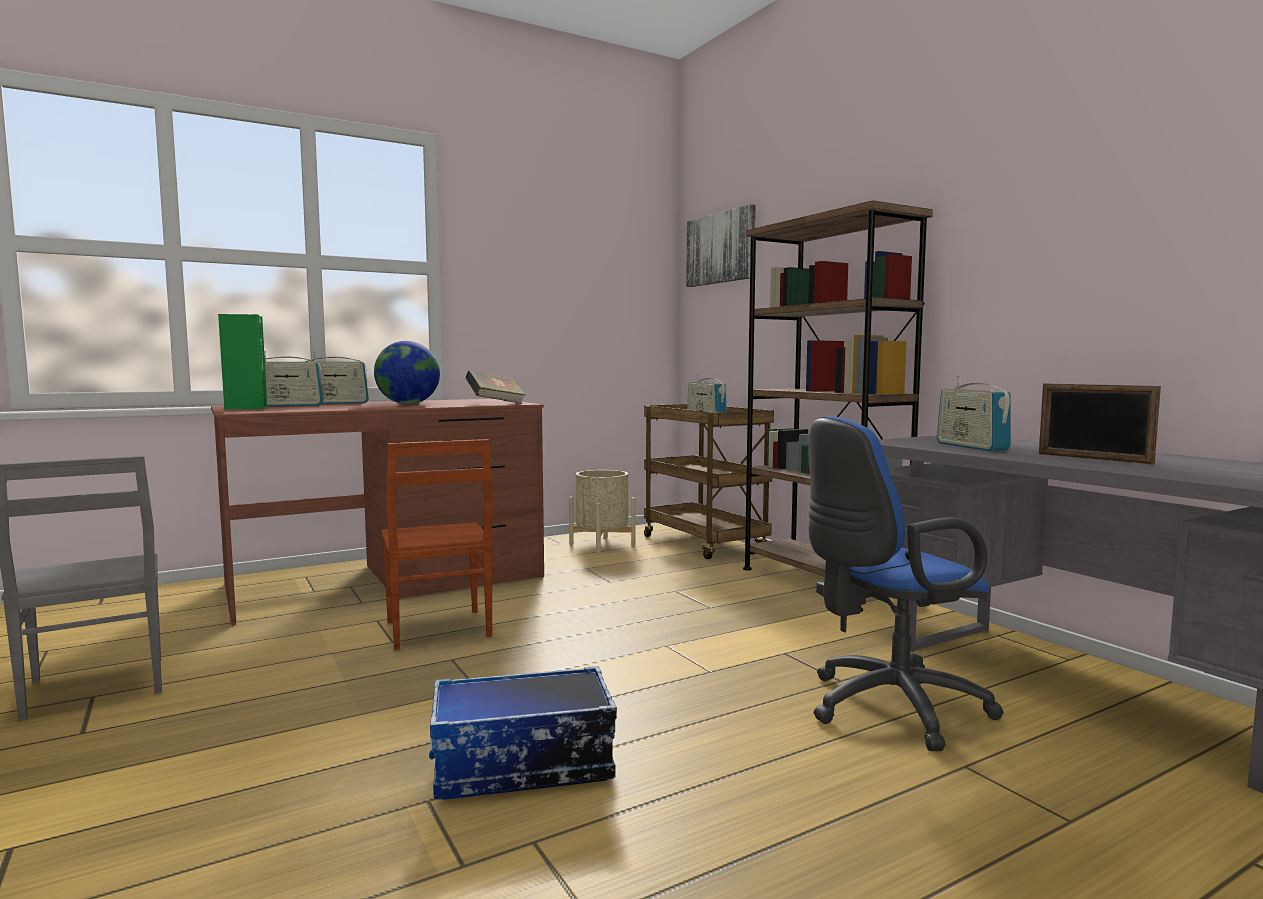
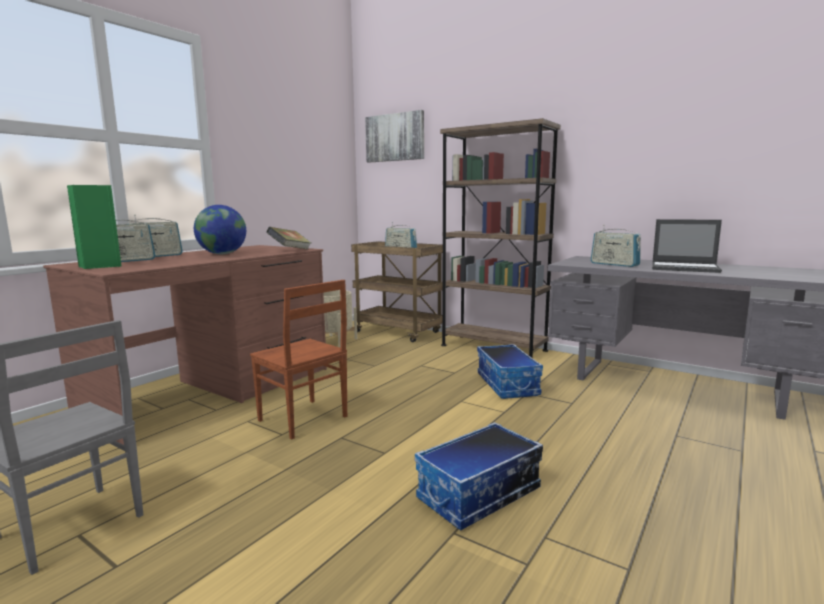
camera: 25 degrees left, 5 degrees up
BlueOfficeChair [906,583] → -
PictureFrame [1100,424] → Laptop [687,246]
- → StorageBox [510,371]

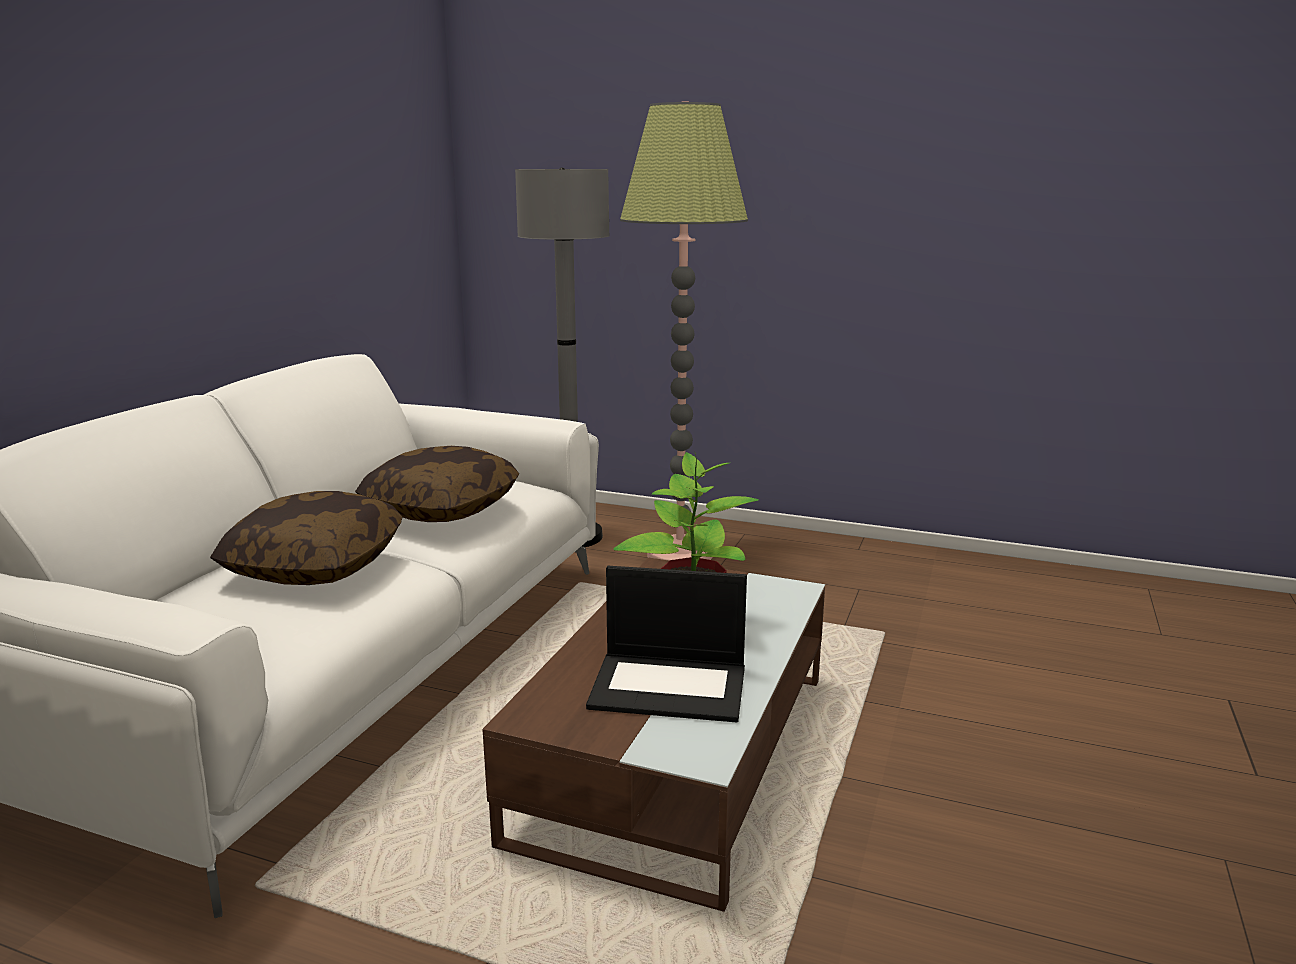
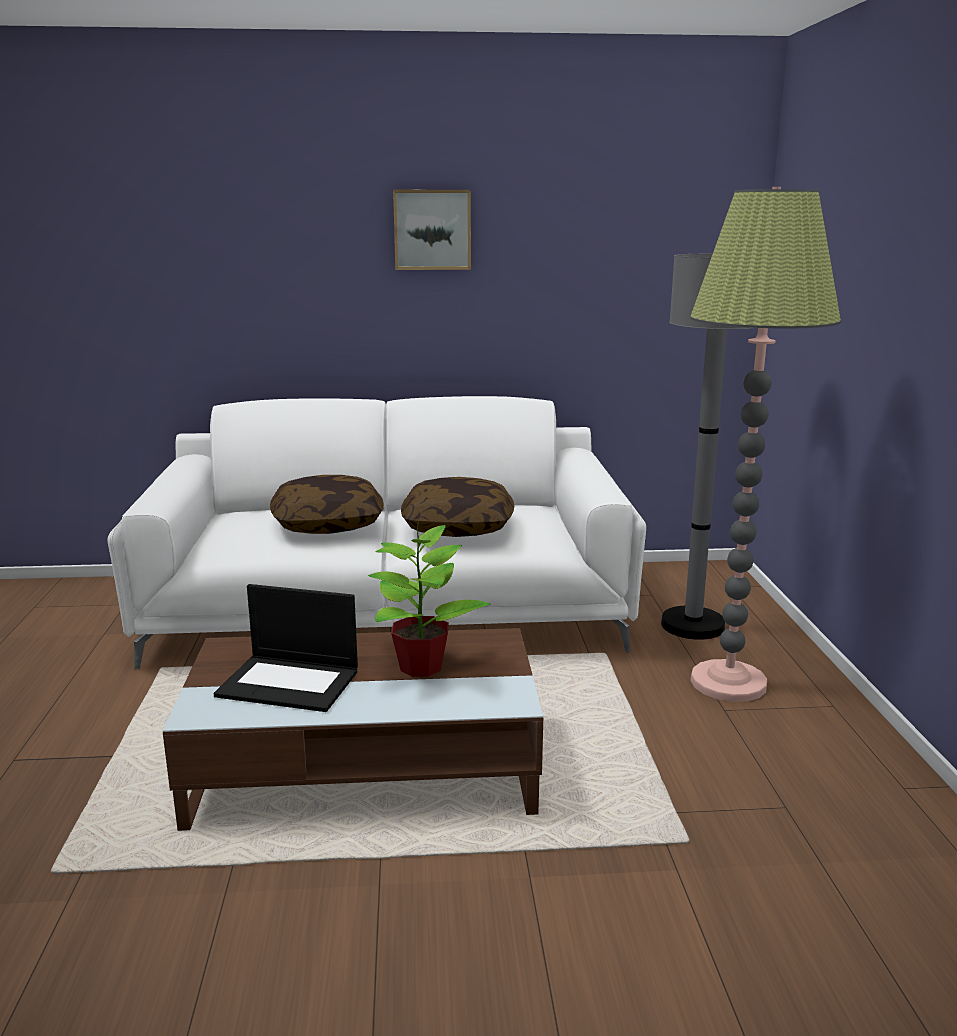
camera: 65 degrees right, 0 degrees up
Laptop [666,644] → Laptop [286,648], 60 degrees counterclockwise
- → Picture [432,230]

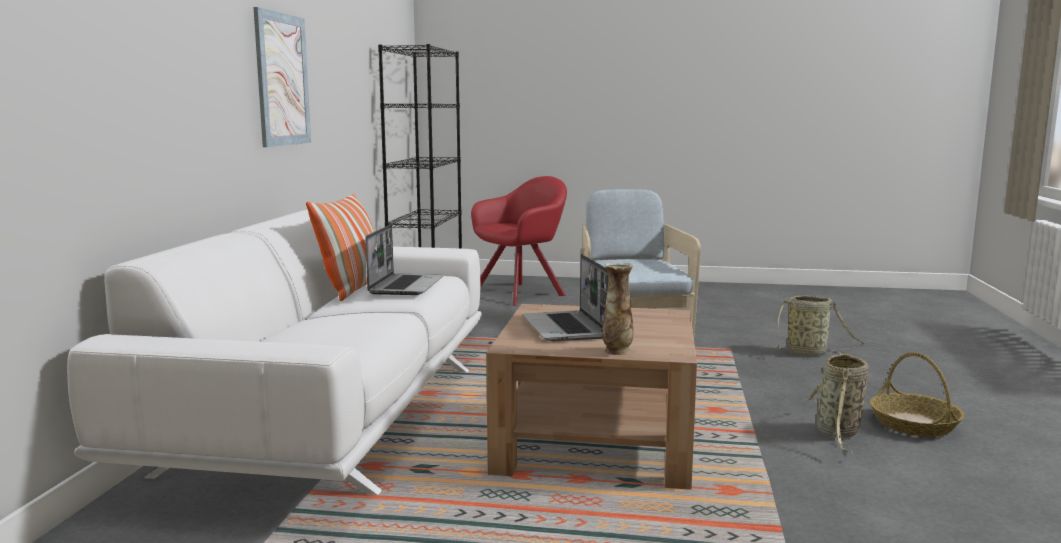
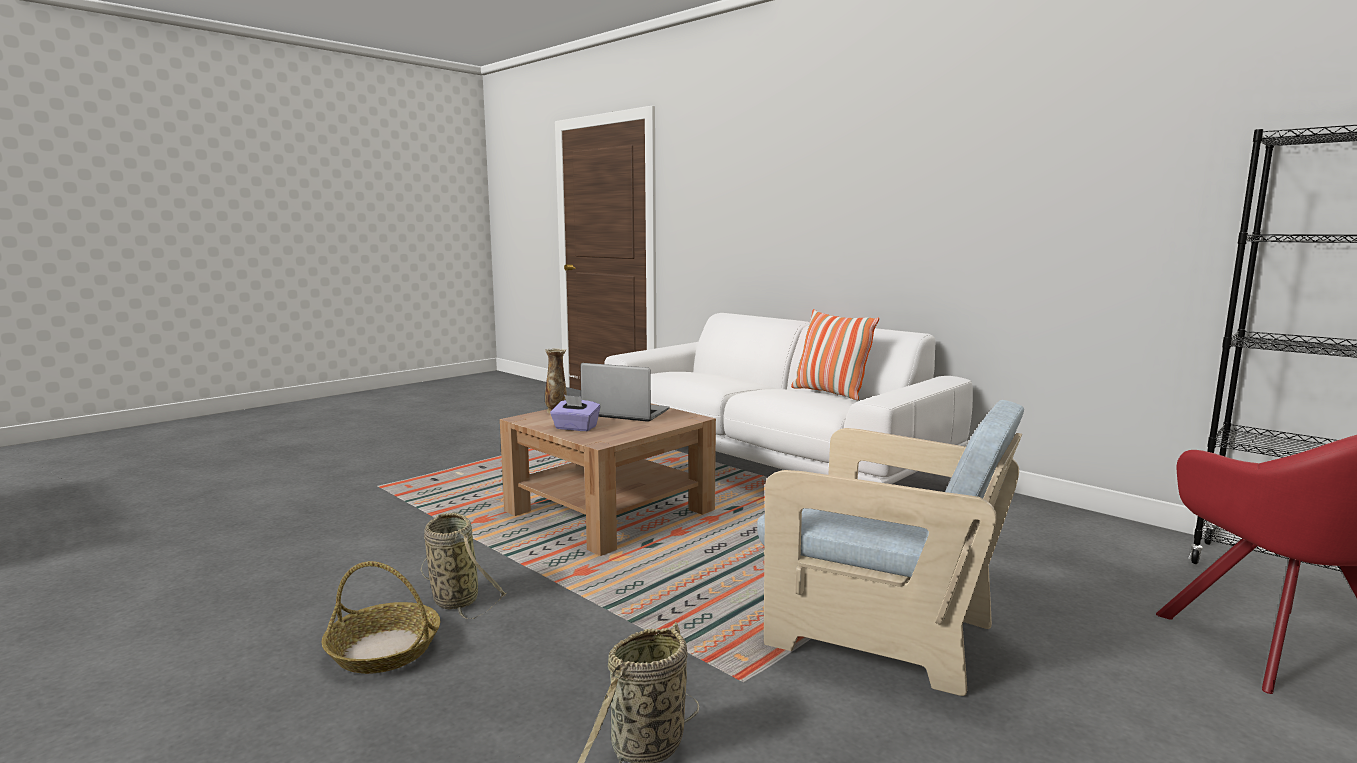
camera: 125 degrees right, 0 degrees up
Picture [282,77] → -
Laptop [404,259] → -
- → PurpleTissueBox [575,413]

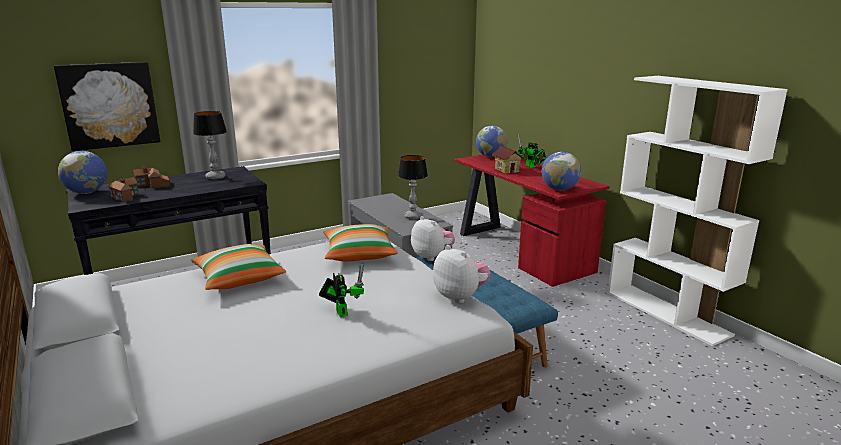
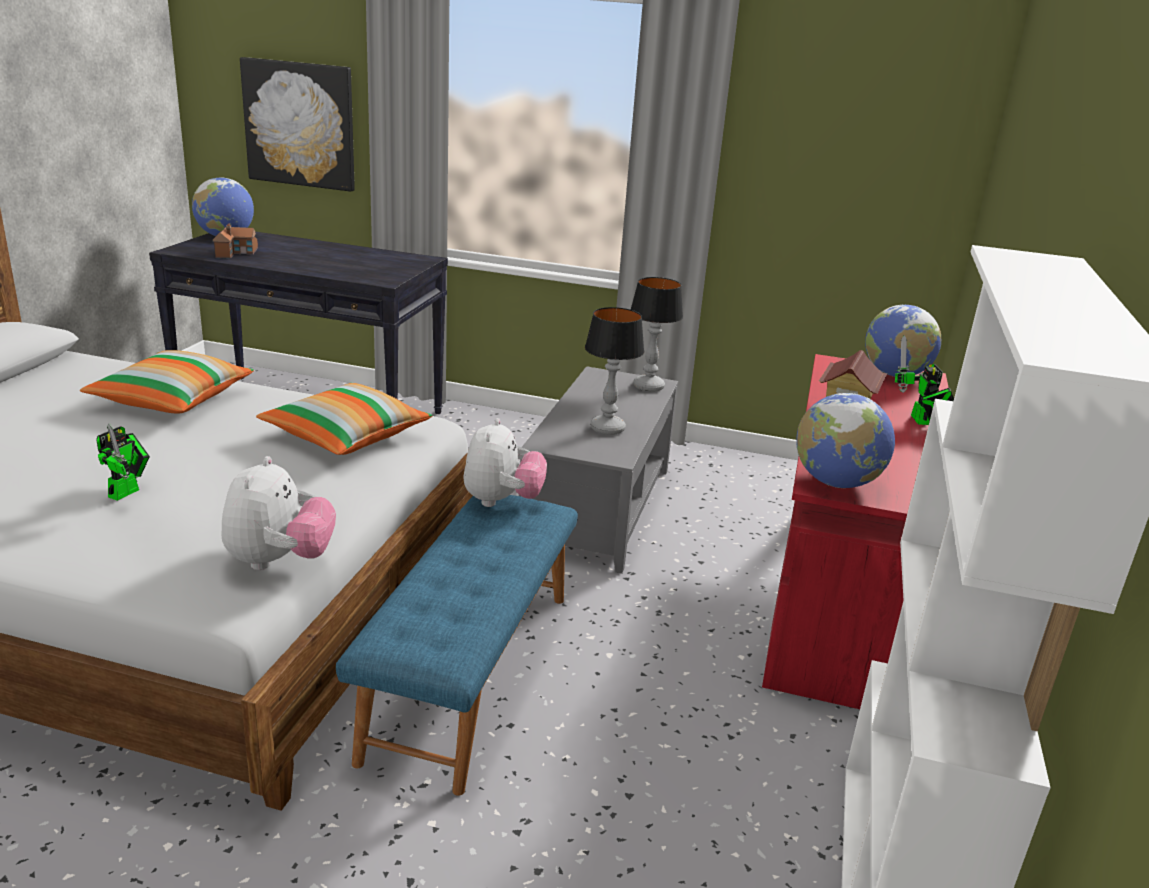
camera: 45 degrees right, 5 degrees up
ToyHouse [151,176] → -
TableLamp [210,145] → TableLamp [657,334], shifted

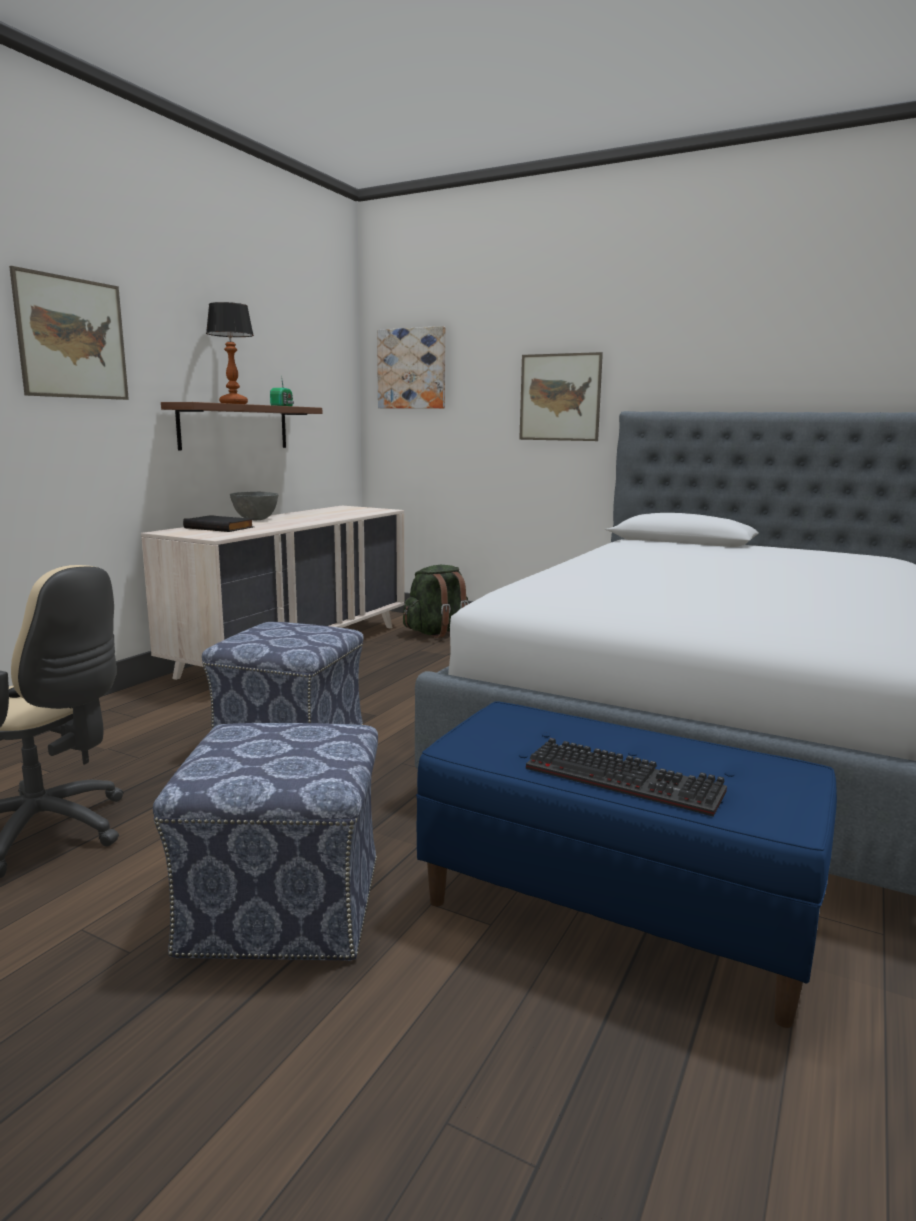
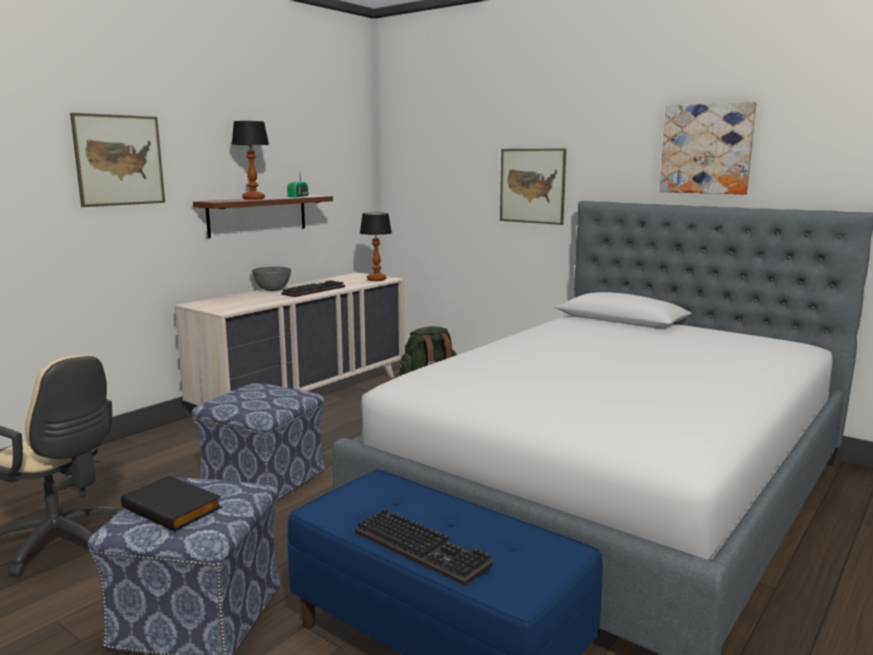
camera: 10 degrees right, 0 degrees up
BlackBook [219,523] → BlackBook [171,503], shifted
Picture [411,367] → Picture [708,148], shifted
- → Keyboard [313,288]
- → TableLamp [376,247]

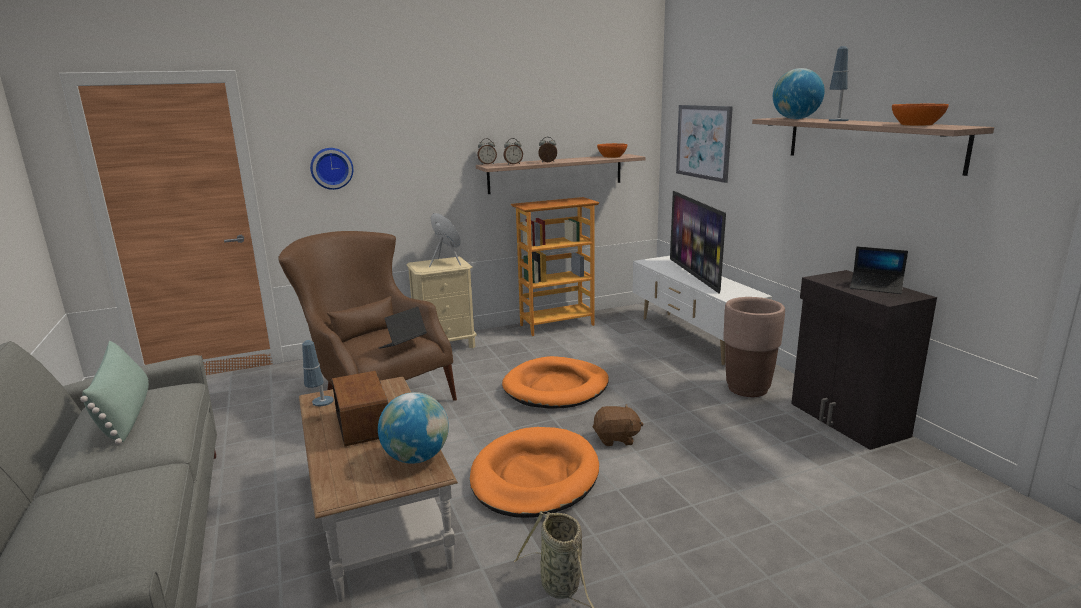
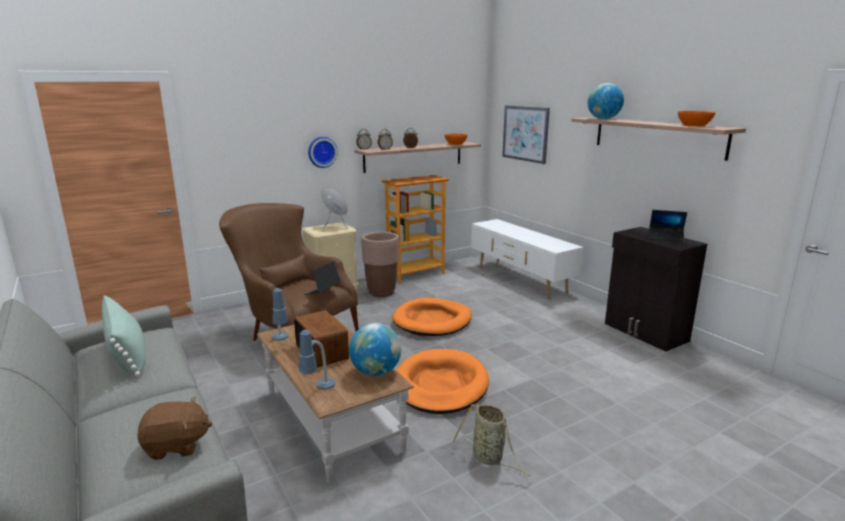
camera: 10 degrees left, 0 degrees up
WallClock [331,169] → WallClock [323,152], shifted
BrownPlushToy [618,425] → BrownPlushToy [174,428], shifted
Television [698,242] → -
BrownPlanter [754,347] → BrownPlanter [380,264], shifted
TableLamp [839,83] → TableLamp [317,359], shifted

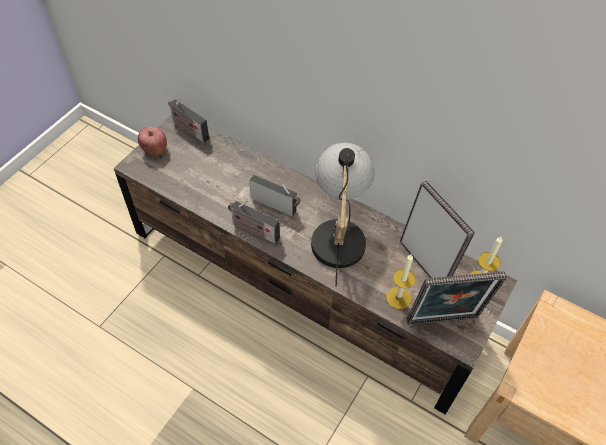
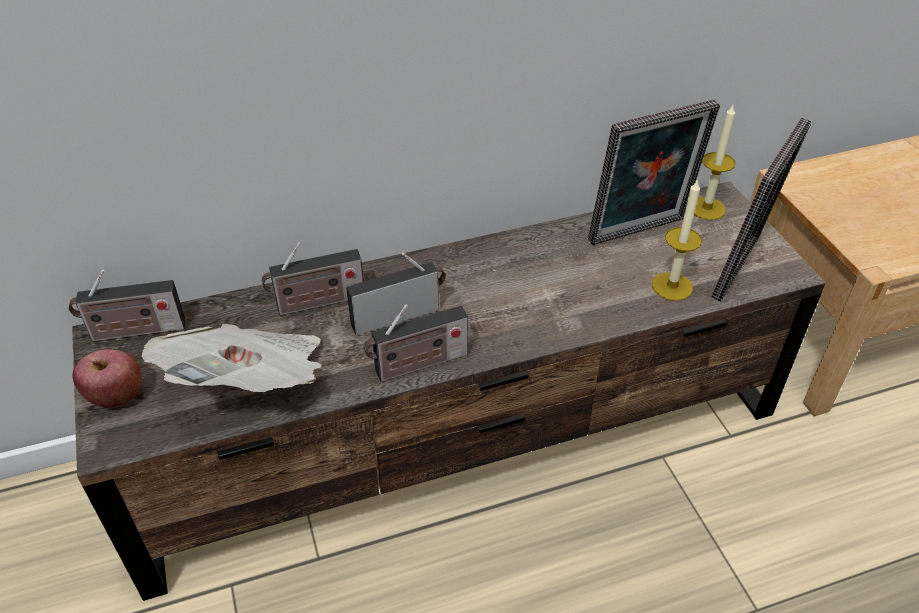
camera: 50 degrees left, 10 degrees down
TableLamp [342,215] → -
PictureFrame [437,229] → PictureFrame [654,172], 150 degrees clockwise
- → Newspaper [232,358]
- → Radio [313,278]

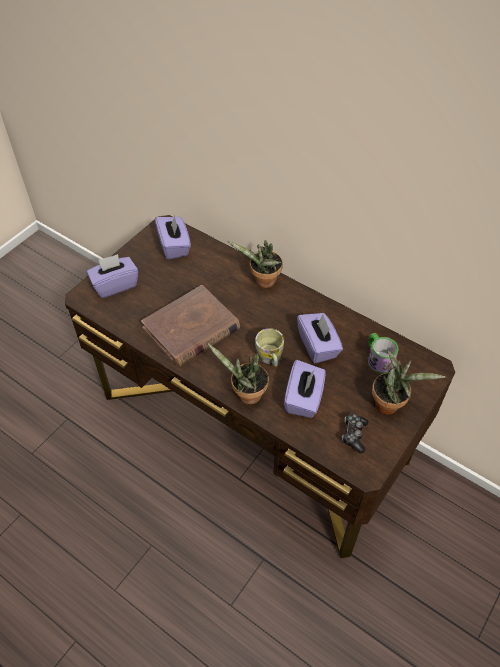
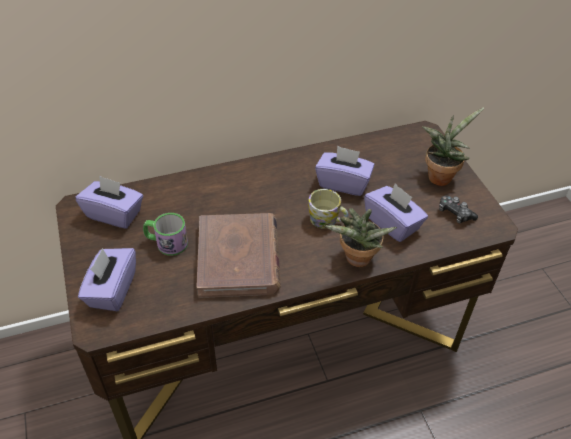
camera: 55 degrees left, 5 degrees down
PottedPlant [255,264] → -
Mug [383,353] → Mug [165,234], shifted

